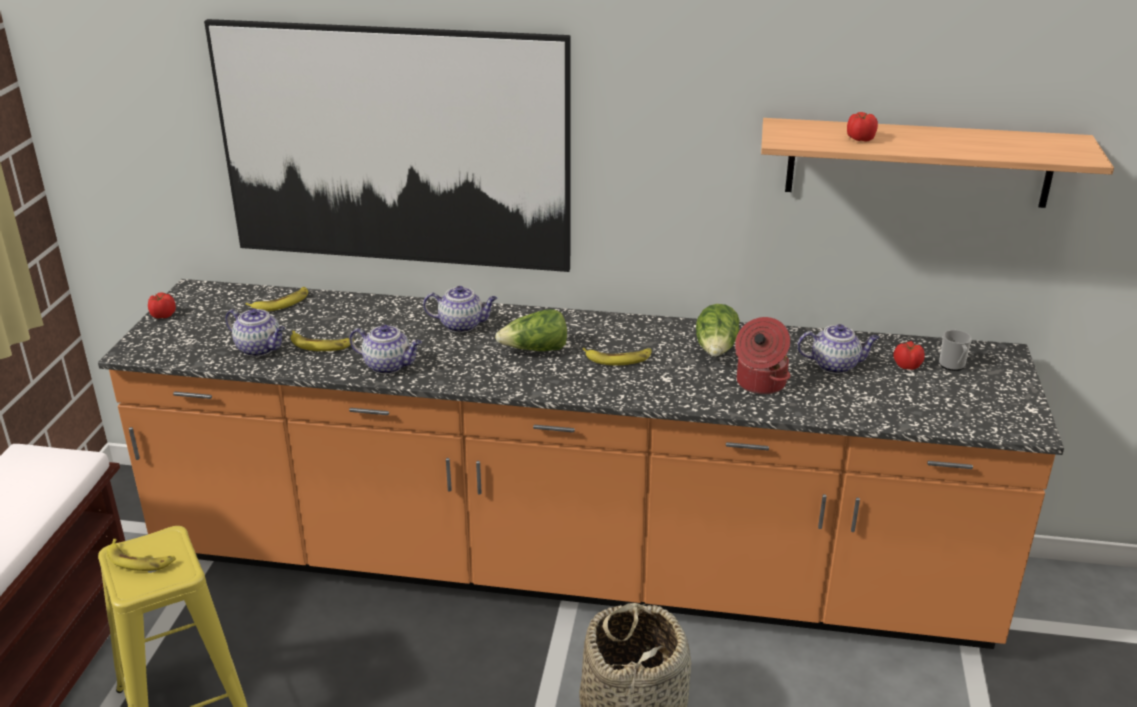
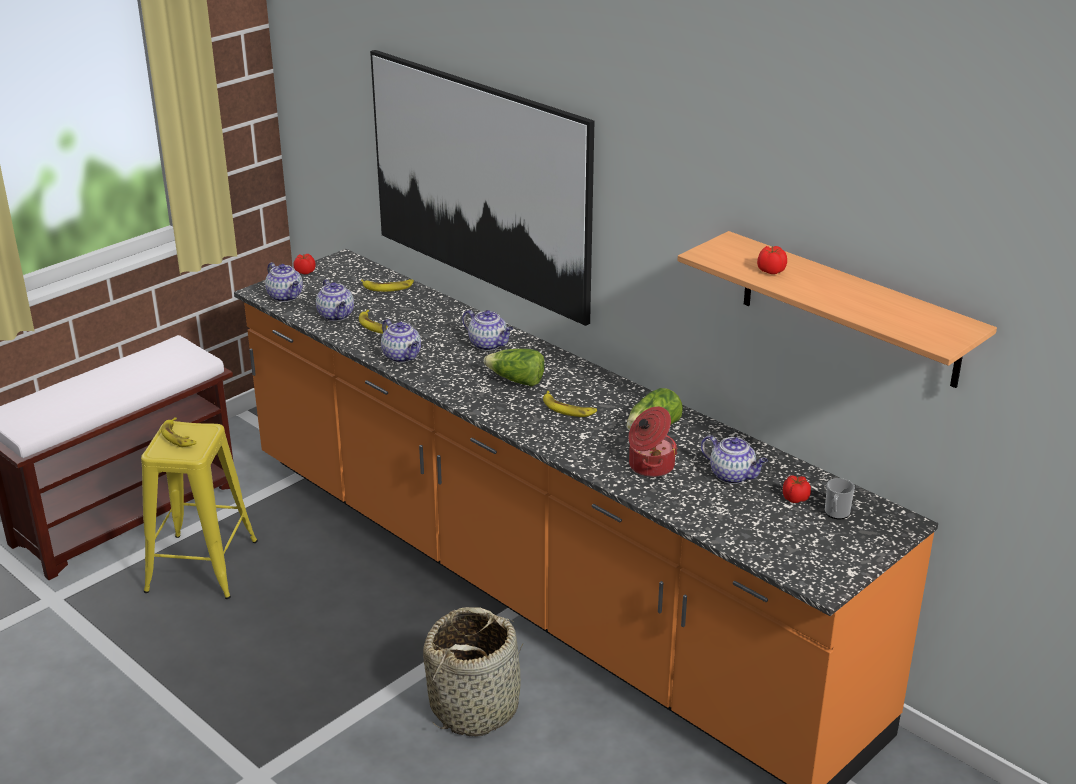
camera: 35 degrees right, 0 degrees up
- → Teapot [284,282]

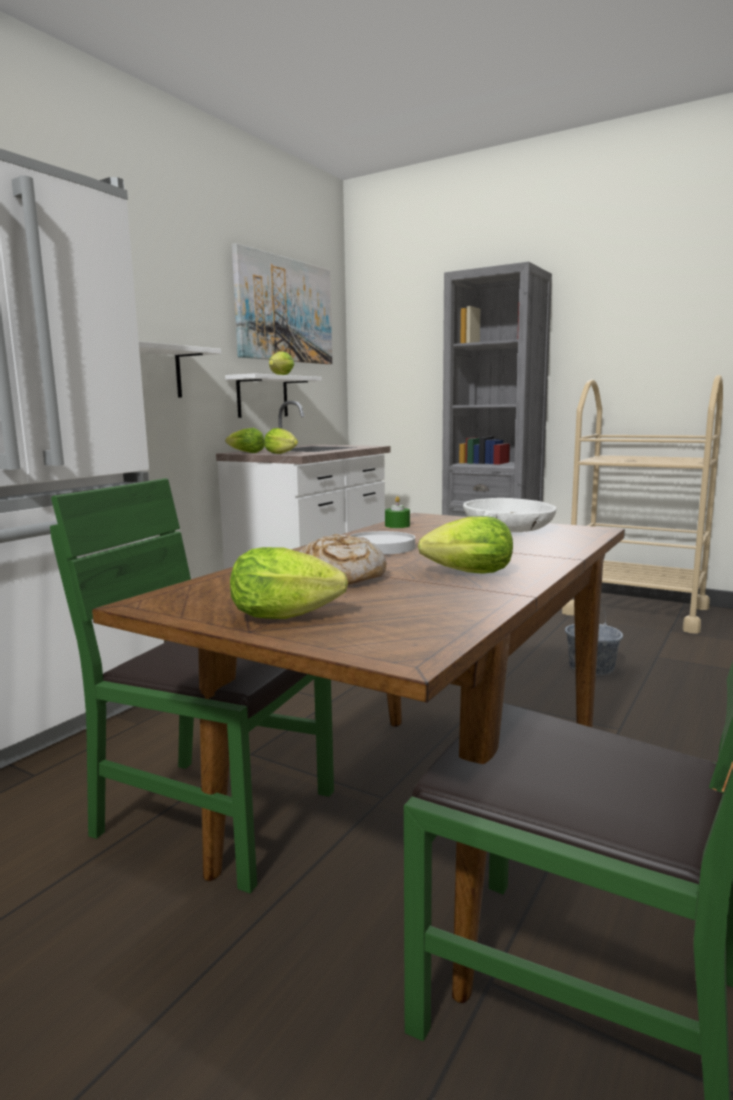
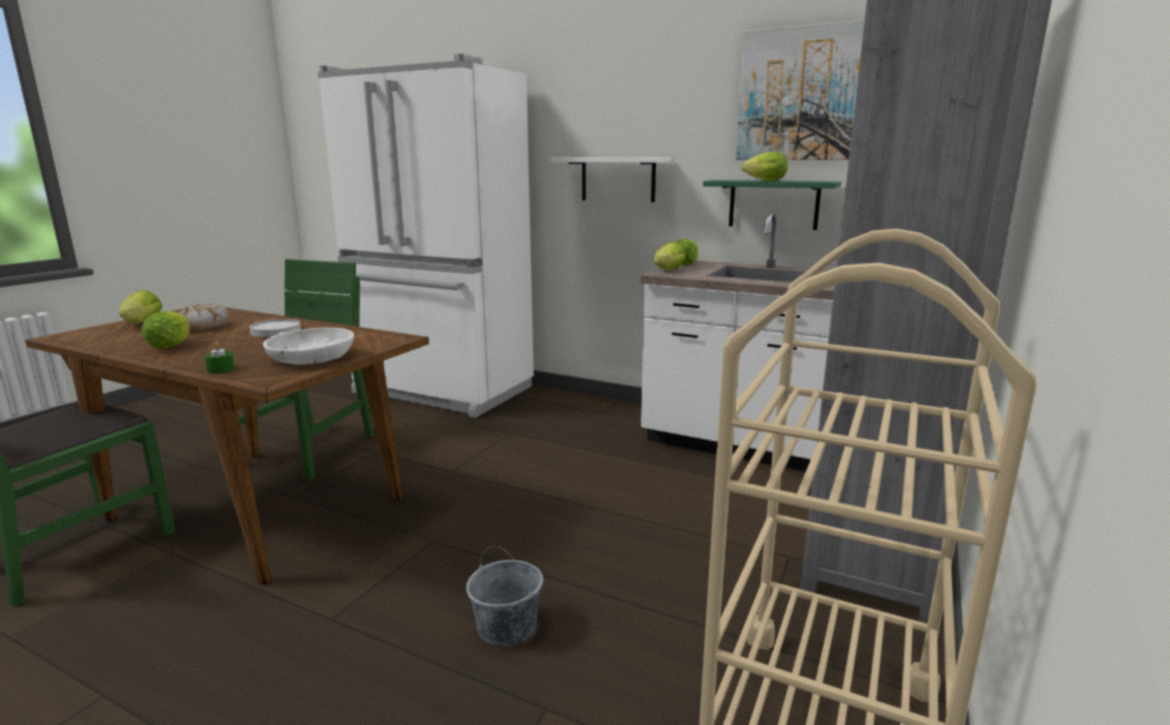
camera: 85 degrees right, 5 degrees up
WhiteShelf [273,396] → GreenShelf [772,205]
GreenCandle [397,512] → GreenCandle [220,357], shifted

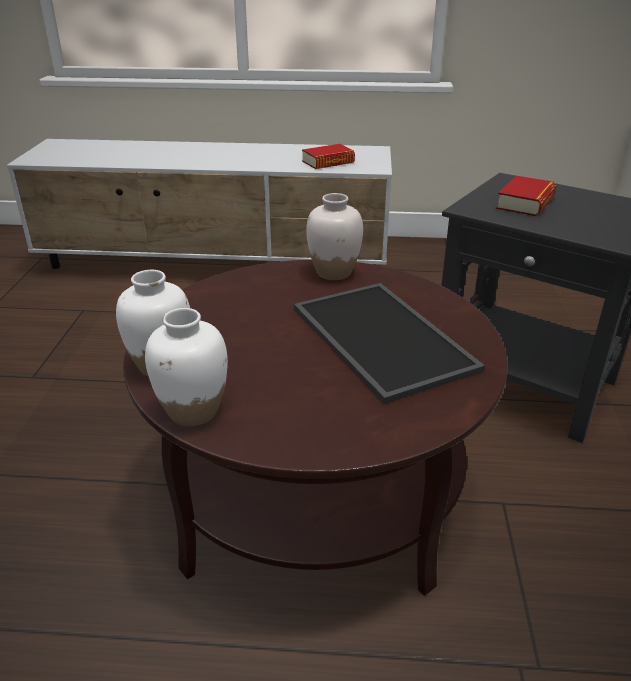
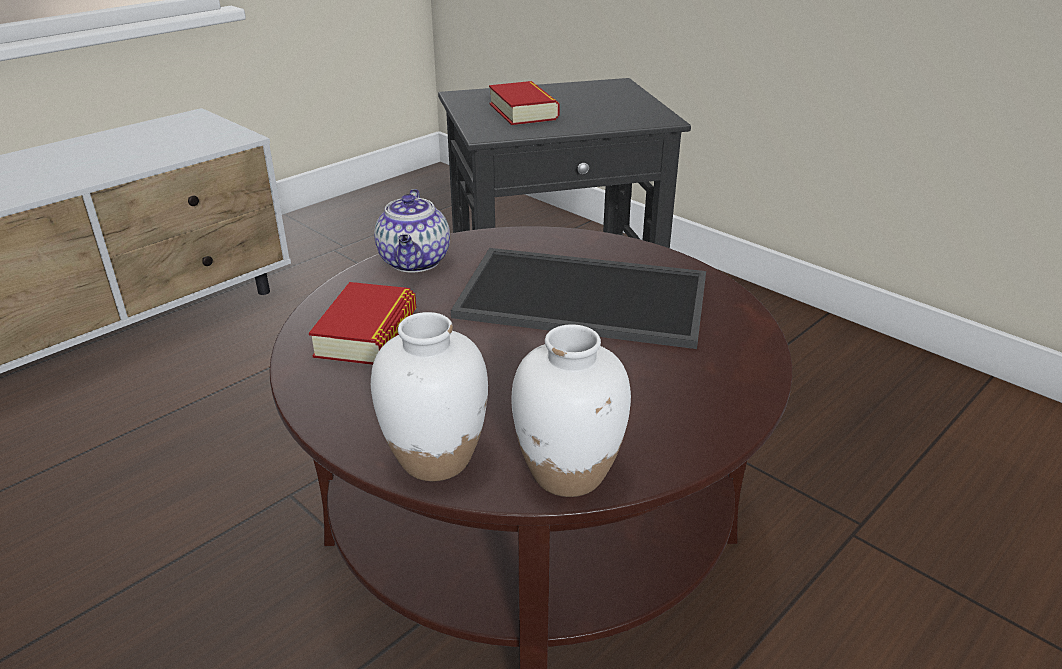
camera: 50 degrees left, 0 degrees up
Book [328,156] → Book [362,323], shifted
WhiteVase [334,236] → Teapot [412,230]

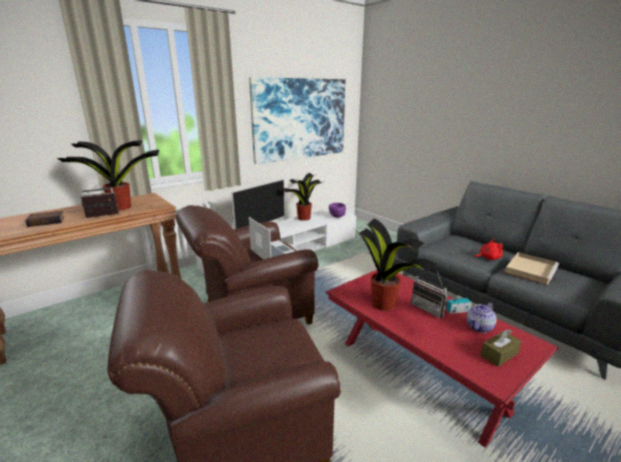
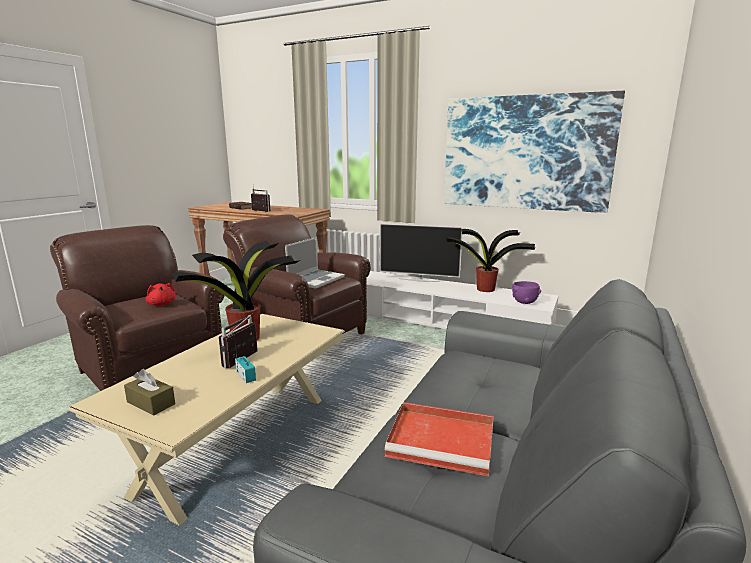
camera: 65 degrees right, 5 degrees down
PottedPlant [108,175] → -
RedCoffeeTable [441,358] → BeigeCoffeeTable [206,420]
Teapot [482,317] → -
RedPlushToy [488,249] → RedPlushToy [161,294], shifted
BeigeTray [532,268] → RedTray [439,439]

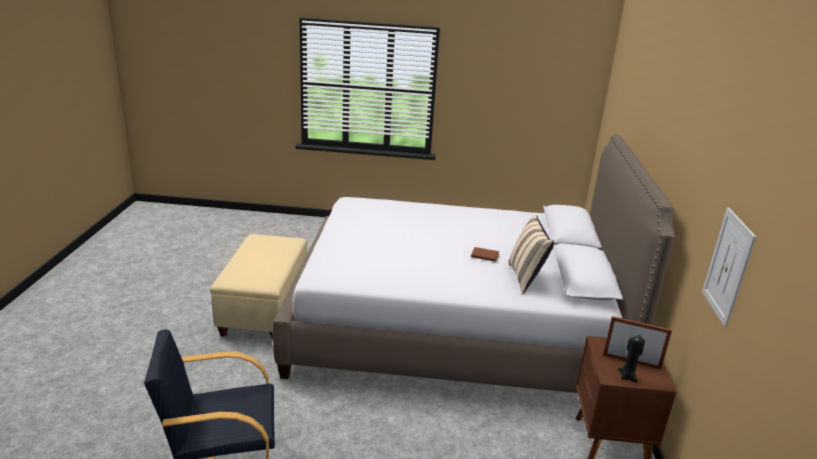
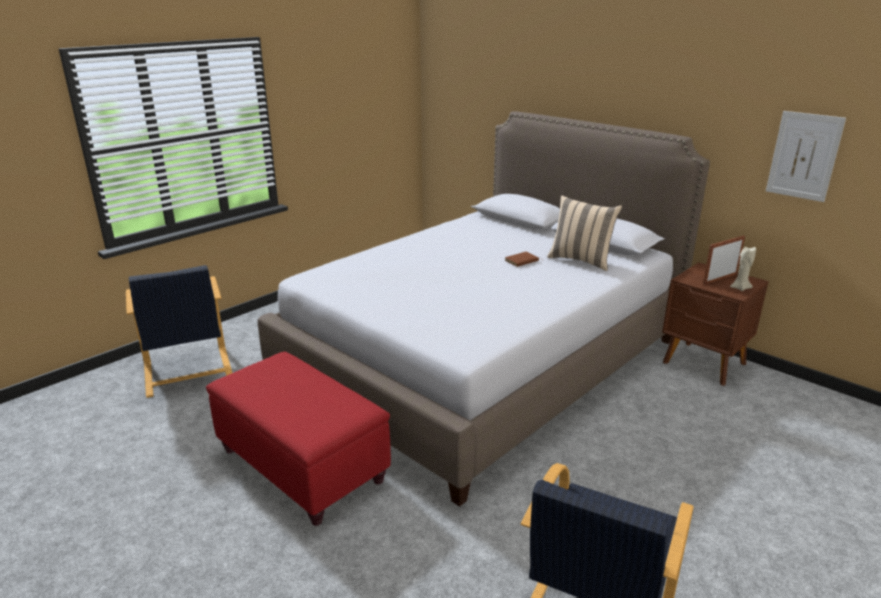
camera: 50 degrees left, 0 degrees up
BeigeOttoman [259,287] → RedOttoman [298,438]
BlackCandle [631,359] → BeigeCandle [743,269]
- → BlackArmchair [179,331]

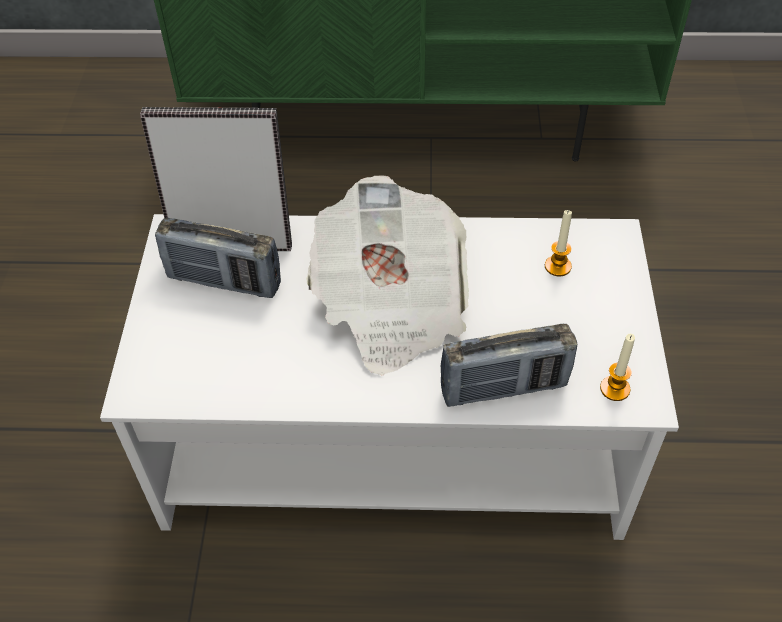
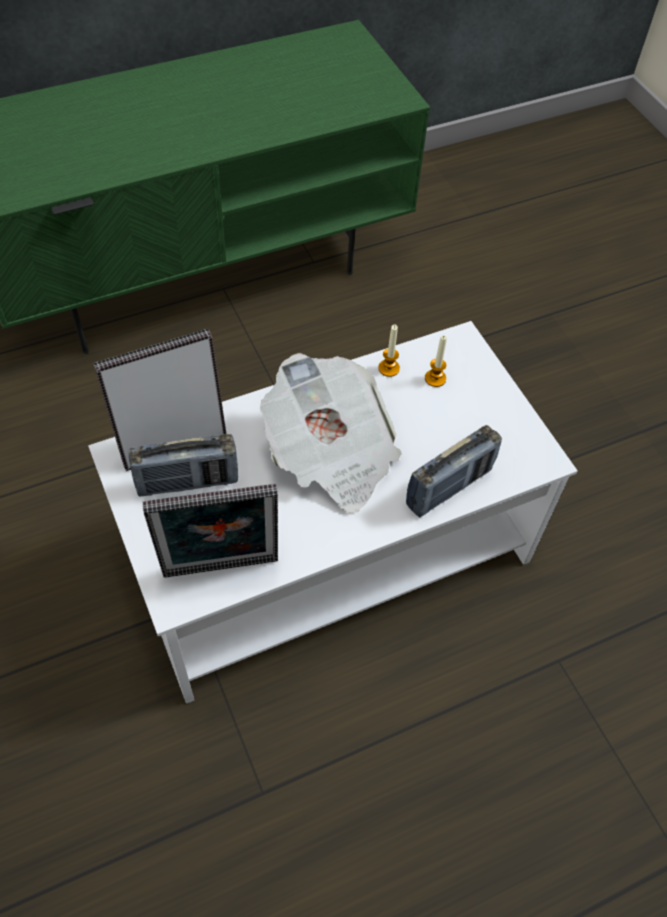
camera: 30 degrees left, 5 degrees up
Candle [617,367] → Candle [389,350], shifted
- → PictureFrame [210,531]

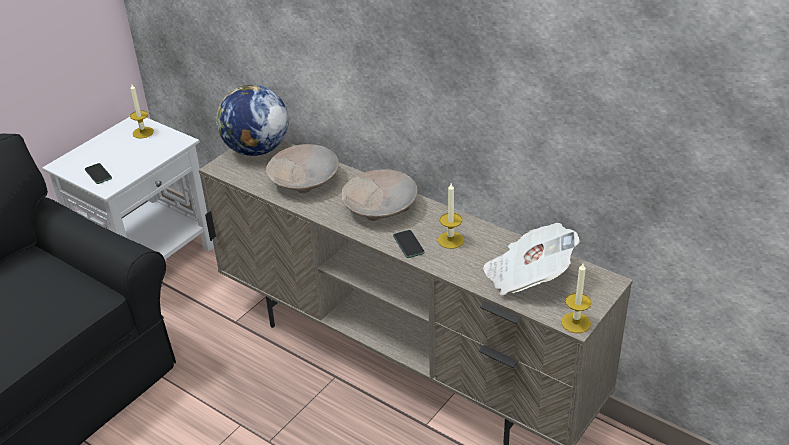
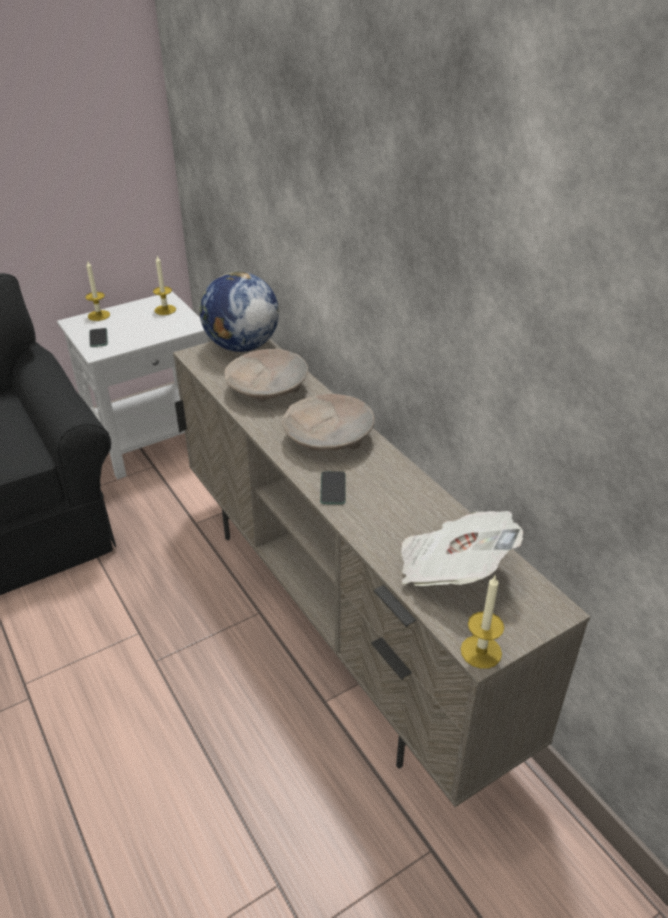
camera: 20 degrees right, 0 degrees up
Candle [451,216] → Candle [97,291], shifted

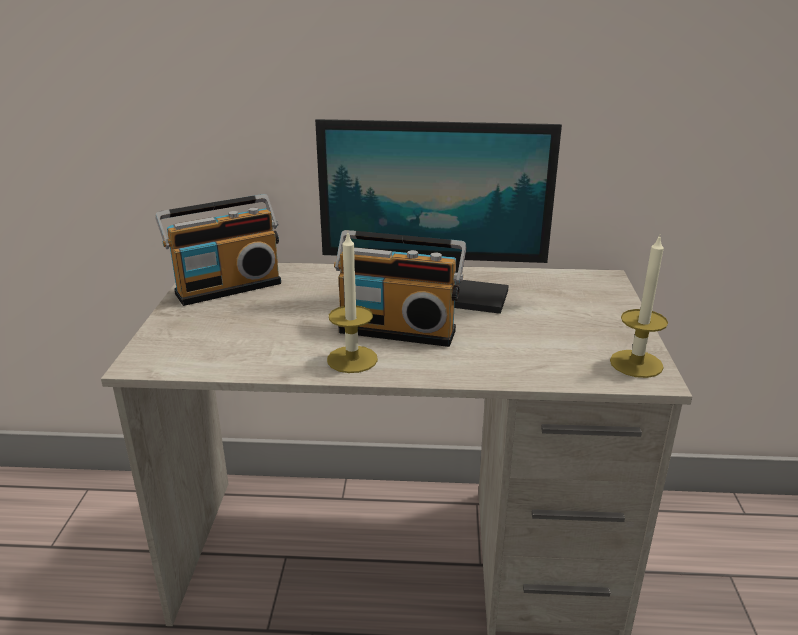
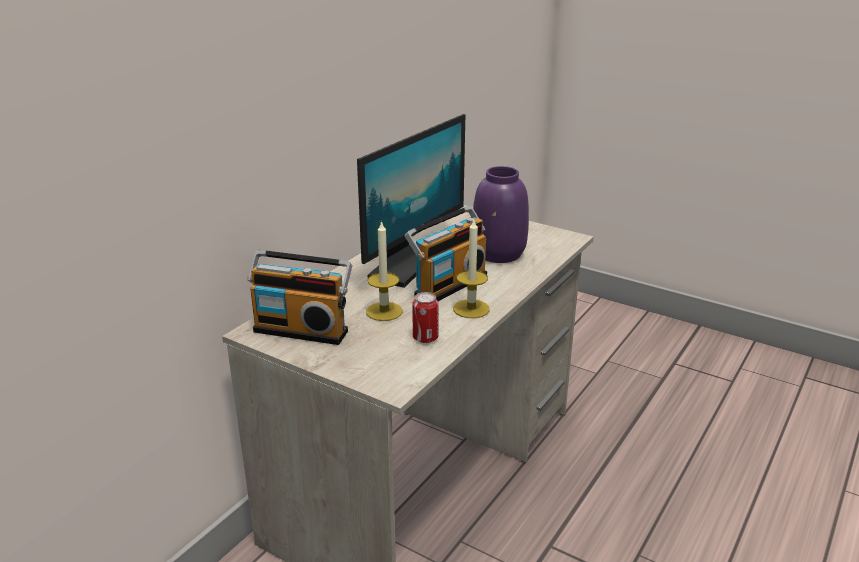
camera: 60 degrees left, 0 degrees up
Radio [218,250] → Radio [300,297], 105 degrees clockwise
Candle [639,306] → Candle [384,270], shifted
- → Can [426,317]
- → PurpleVase [501,214]

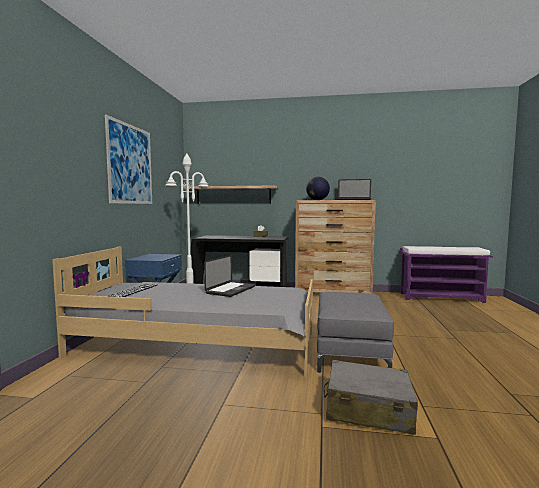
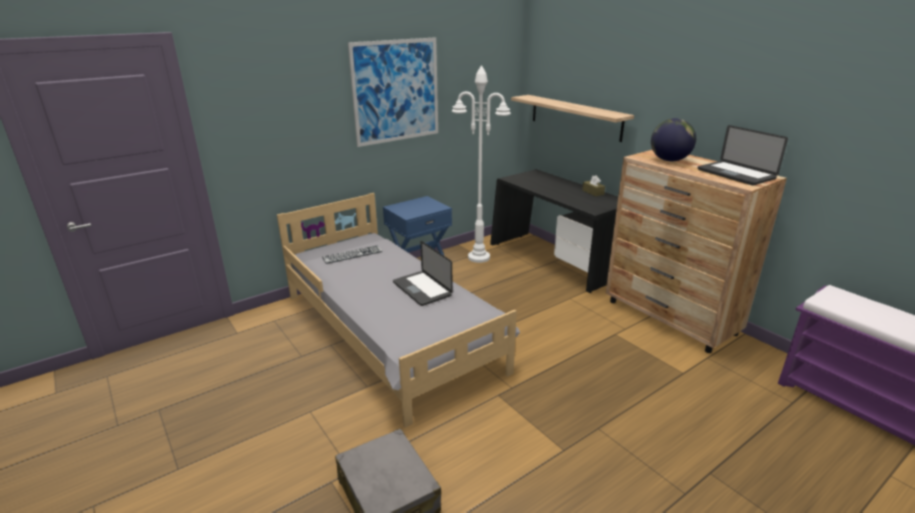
camera: 45 degrees right, 20 degrees up
Laptop [229,276] → Laptop [423,273], 75 degrees clockwise
GreyOttoman [355,332] → -

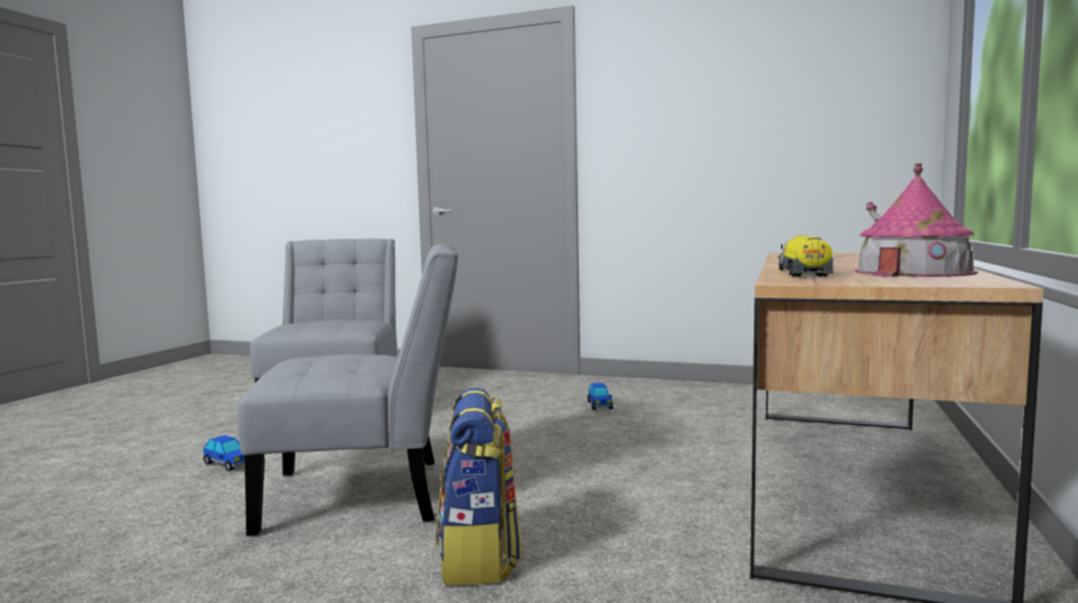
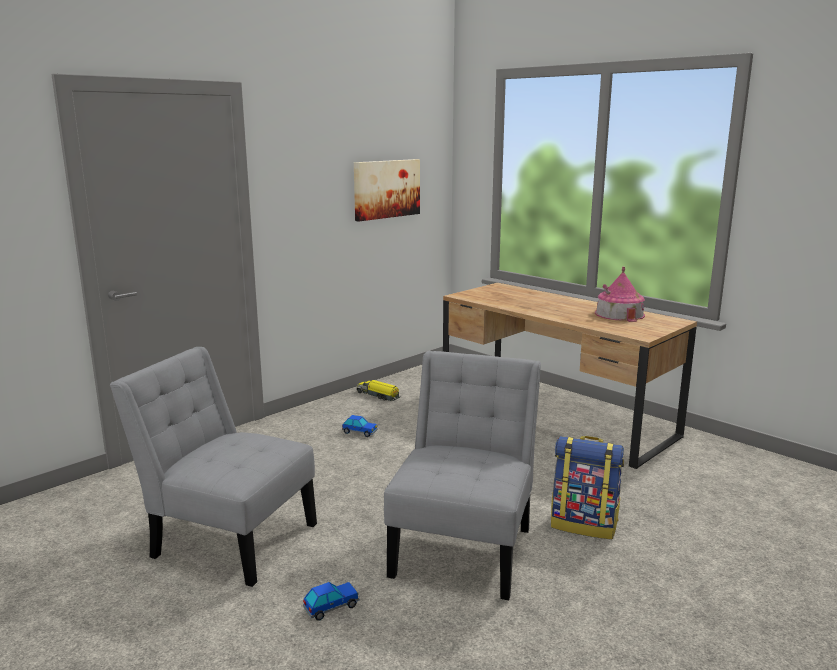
camera: 65 degrees left, 10 degrees up
ToyTruck [805,255] → ToyTruck [378,390], shifted
- → Picture [387,190]

